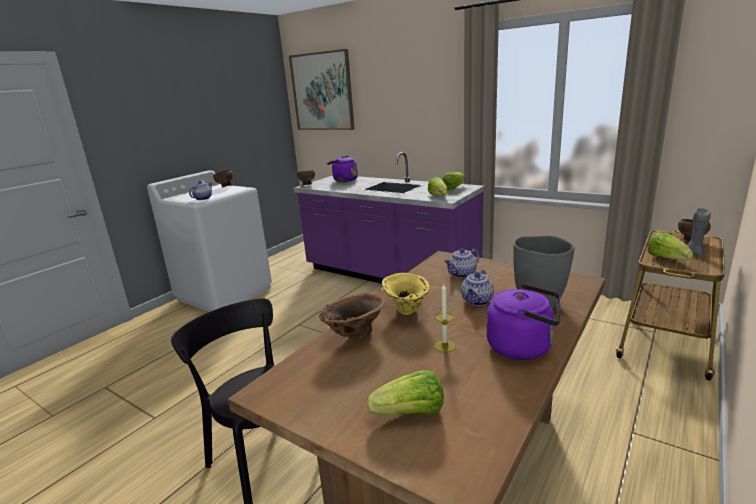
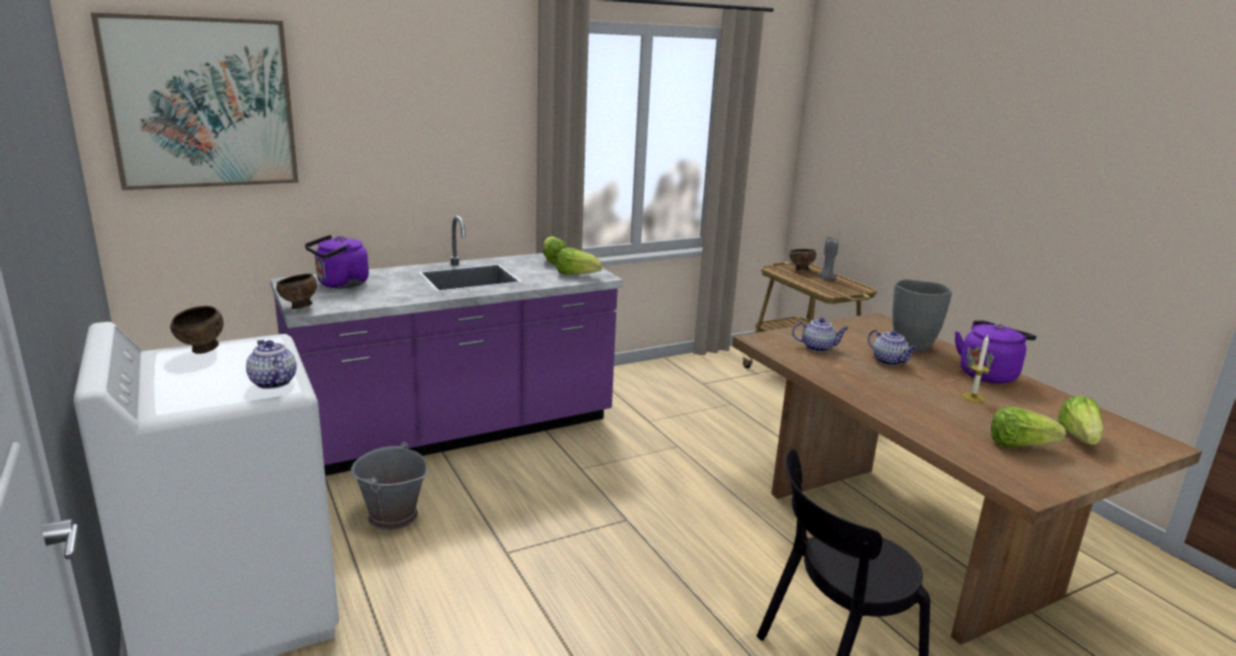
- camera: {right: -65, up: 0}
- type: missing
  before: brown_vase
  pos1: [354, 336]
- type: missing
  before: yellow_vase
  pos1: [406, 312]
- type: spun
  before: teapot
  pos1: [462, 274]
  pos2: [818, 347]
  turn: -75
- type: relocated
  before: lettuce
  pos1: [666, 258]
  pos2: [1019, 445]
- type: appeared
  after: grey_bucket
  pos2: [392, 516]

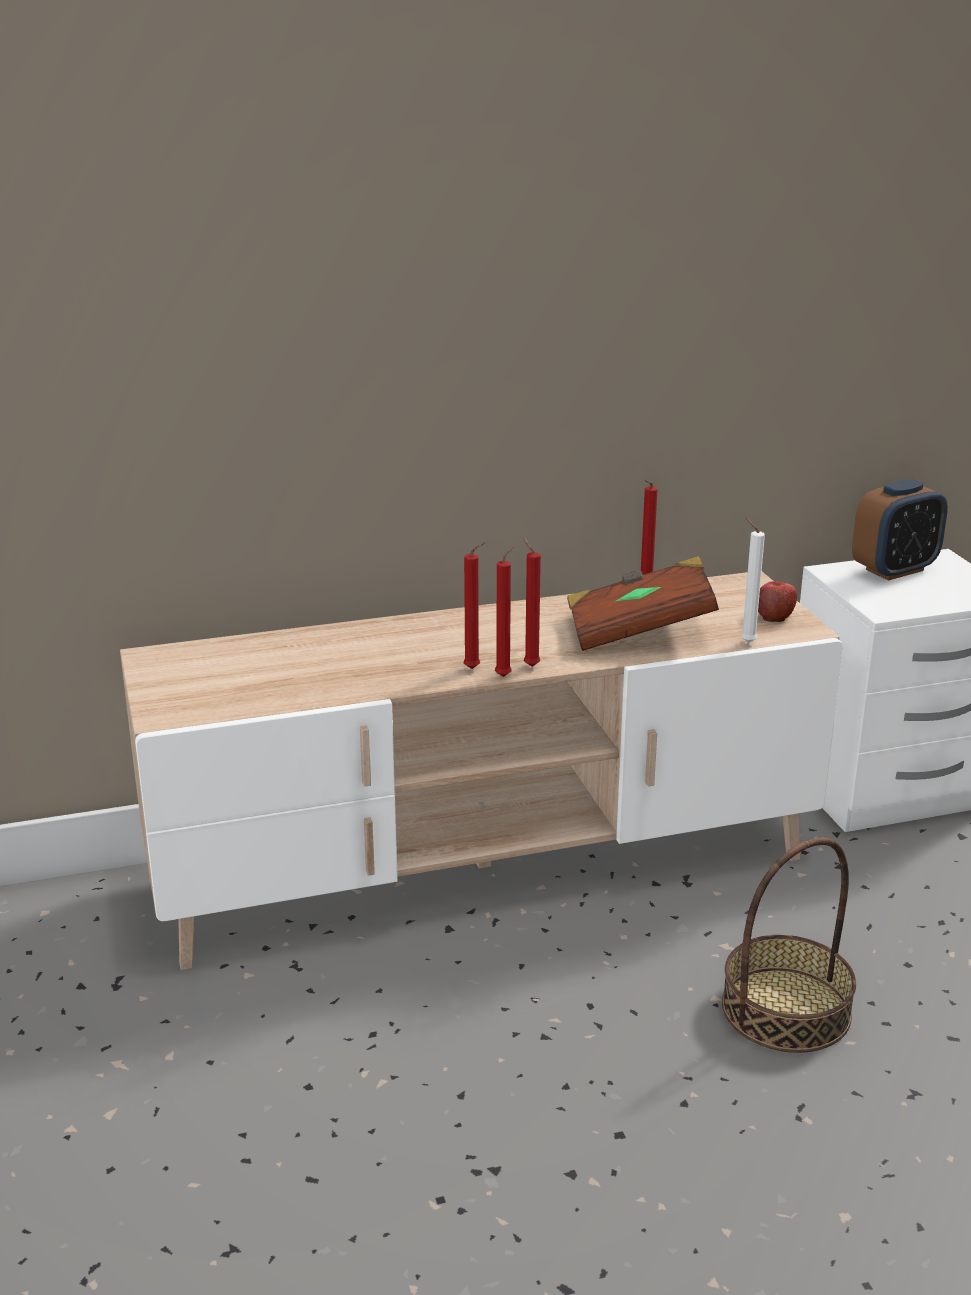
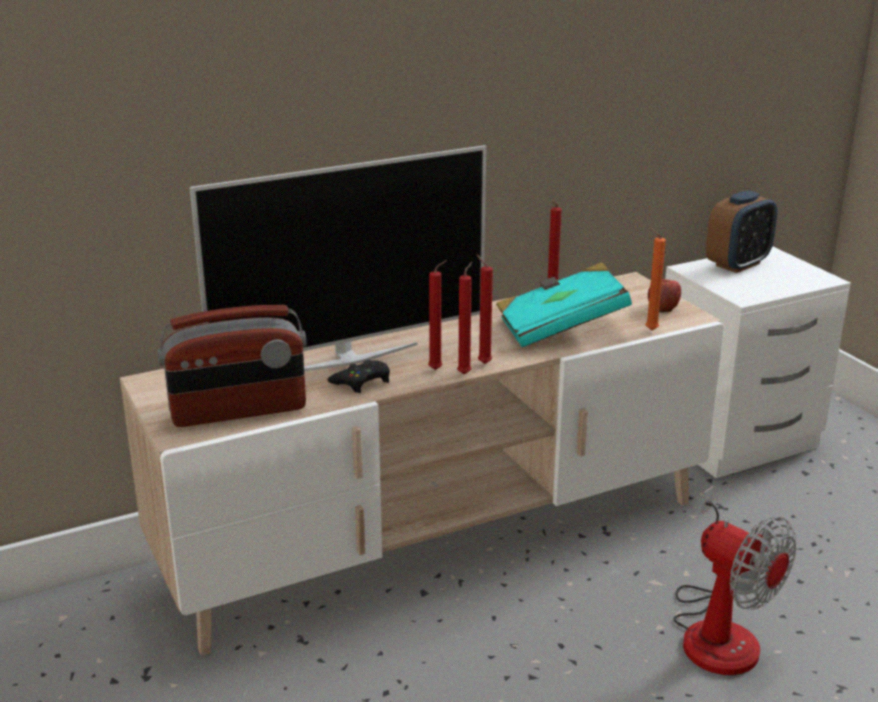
- camera: {right: -10, up: 0}
- type: colour
  before: brown_book
  after: turquoise_book
  pos1: [639, 631]
  pos2: [560, 328]
- type: exchanged
  before: basket
  after: fan
  pos1: [785, 1009]
  pos2: [718, 629]
- type: colour
  before: white_candle
  after: orange_candle
  pos1: [745, 642]
  pos2: [649, 330]
- type: appeared
  after: radio
  pos2: [238, 411]
- type: appeared
  after: television
  pos2: [348, 358]
- type: appeared
  after: black_game_controller
  pos2: [362, 381]

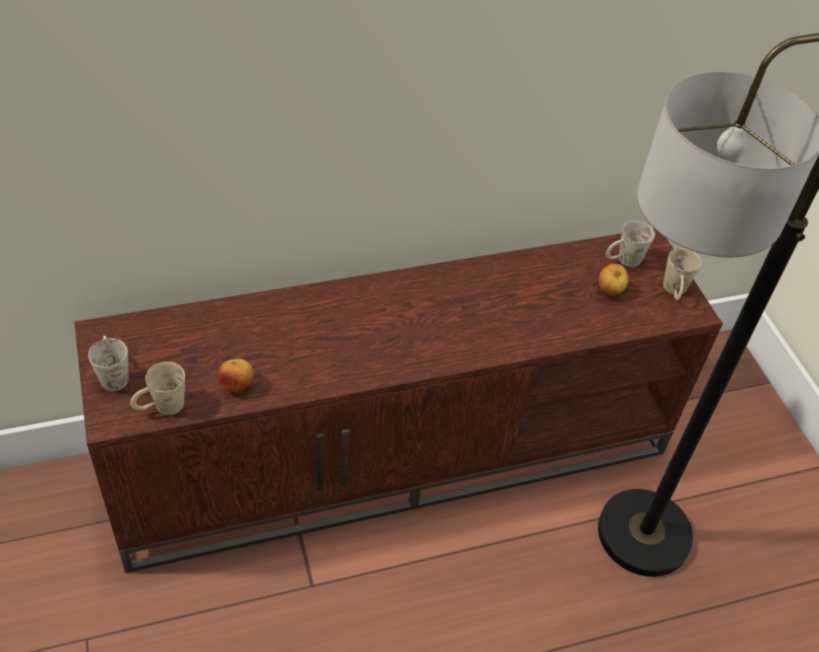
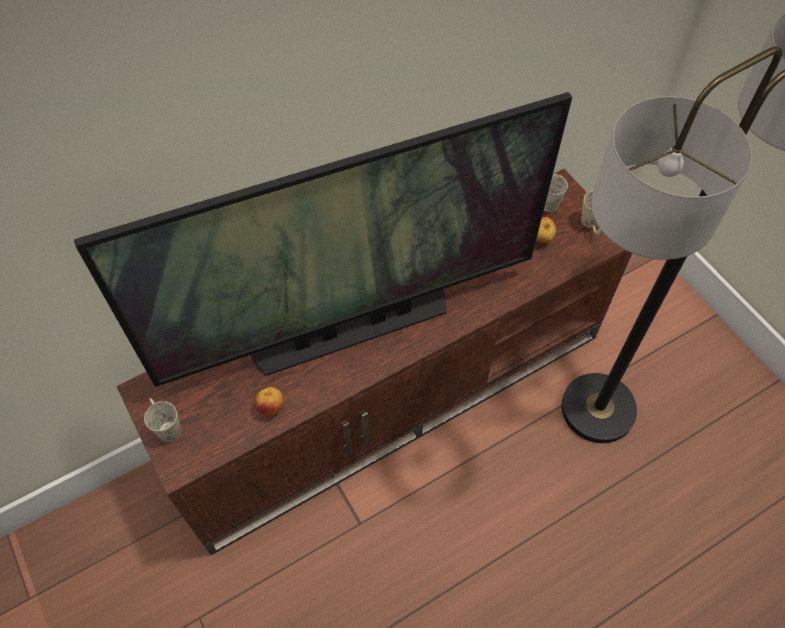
- camera: {right: -10, up: 10}
- type: missing
  before: beige_mug
  pos1: [161, 408]
- type: appeared
  after: television
  pos2: [350, 327]

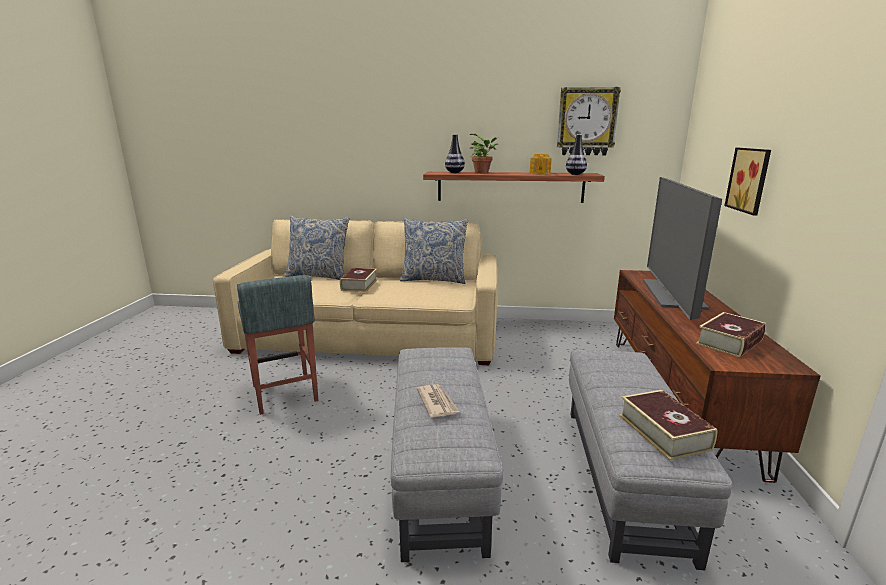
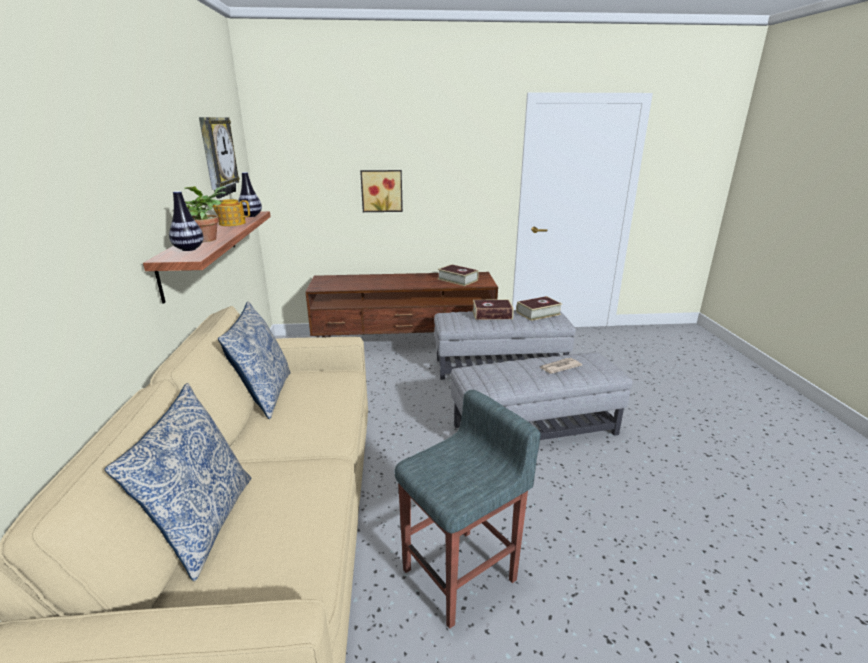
- camera: {right: -100, up: 5}
- type: relocated
  before: book
  pos1: [359, 285]
  pos2: [492, 314]
- type: missing
  before: television
  pos1: [672, 294]

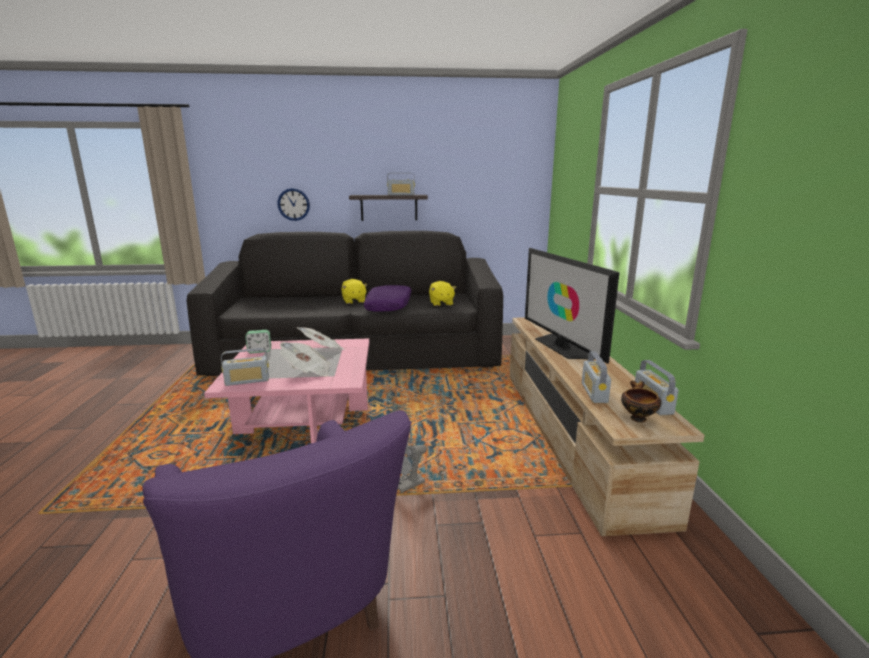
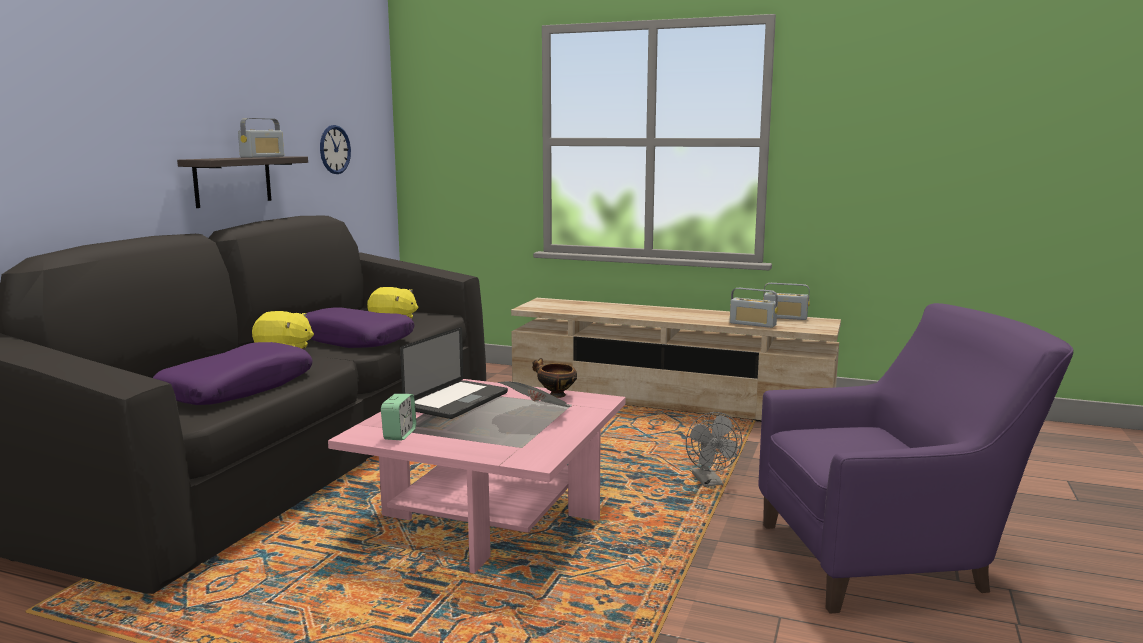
- camera: {right: -65, up: -5}
- type: missing
  before: radio
  pos1: [247, 381]
- type: relocated
  before: wall_clock
  pos1: [293, 204]
  pos2: [335, 149]
- type: exchanged
  before: newspaper
  after: laptop
  pos1: [322, 350]
  pos2: [457, 401]
- type: missing
  before: television
  pos1: [562, 347]
- type: relocated
  before: bowl
  pos1: [637, 418]
  pos2: [555, 395]
- type: appeared
  after: purple_pillow
  pos2: [237, 389]

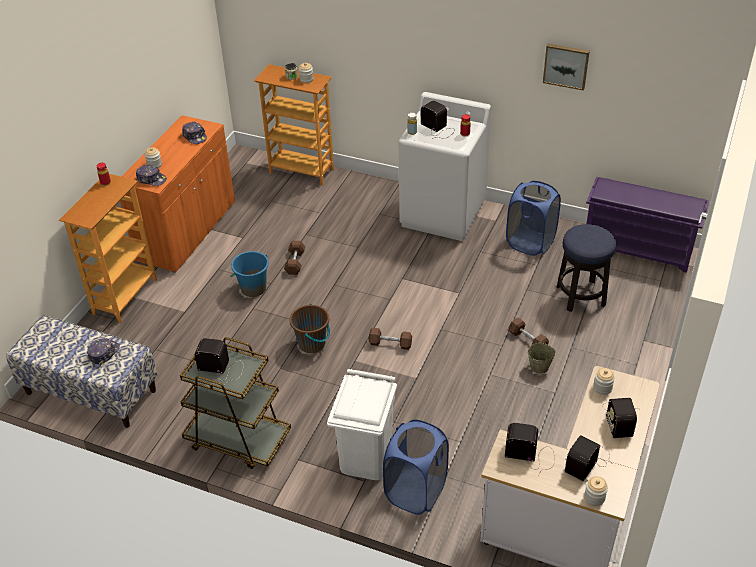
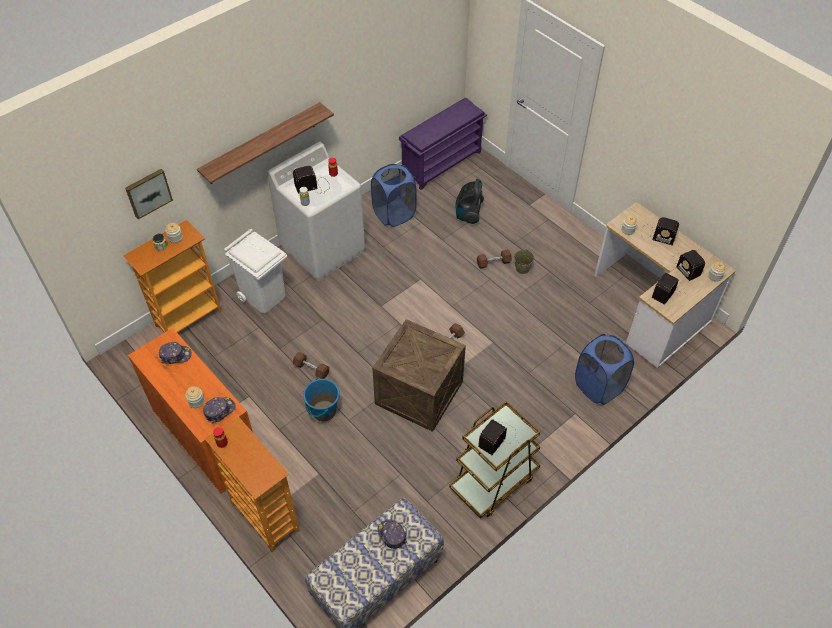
- camera: {right: -65, up: 10}
- type: exchanged
  before: brown_bucket
  after: crate
  pos1: [312, 344]
  pos2: [417, 393]
- type: relocated
  before: white_trash_can
  pos1: [366, 459]
  pos2: [264, 296]
- type: relocated
  before: picture
  pos1: [566, 65]
  pos2: [148, 192]
- type: exchanged
  before: stool
  after: vacuum_cleaner
  pos1: [580, 296]
  pos2: [468, 214]
- type: appeared
  after: shelf
  pos2: [262, 144]

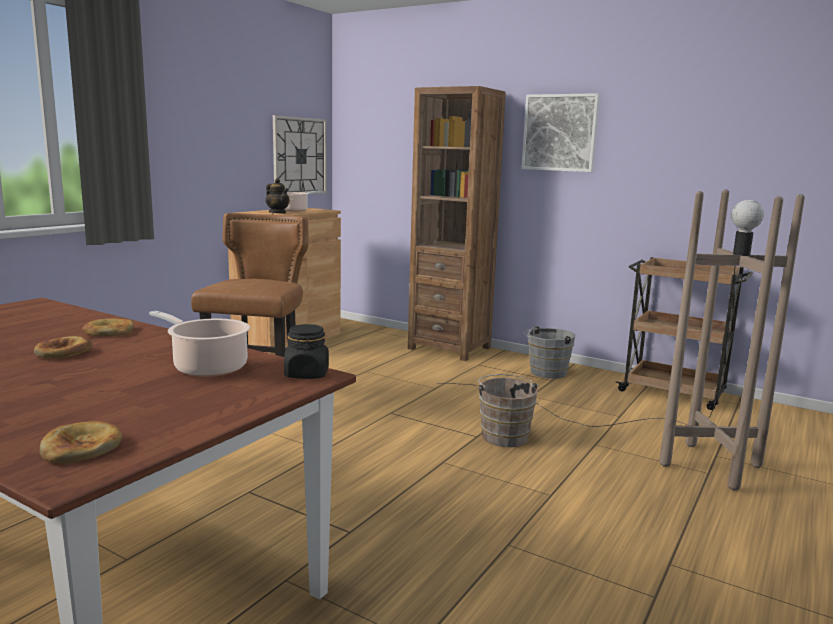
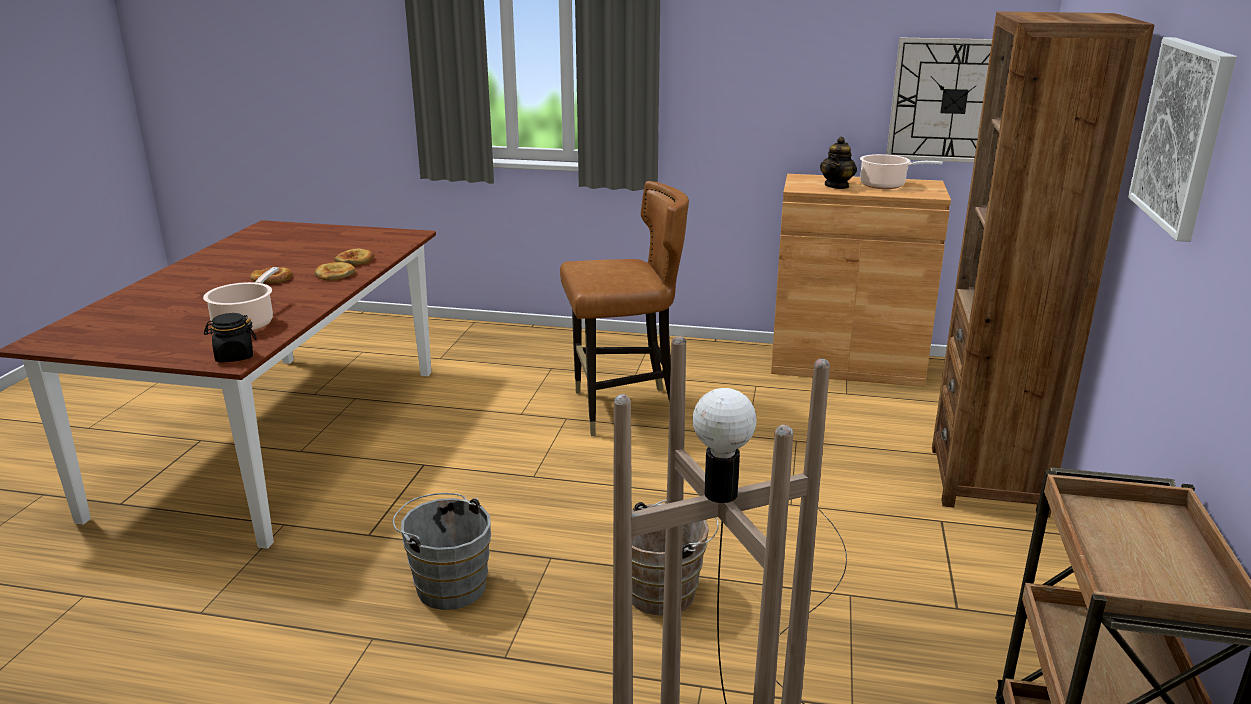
- camera: {right: 70, up: 10}
- type: relocated
  before: bread
  pos1: [82, 447]
  pos2: [355, 260]
- type: relocated
  before: grey_bucket
  pos1: [545, 373]
  pos2: [447, 585]

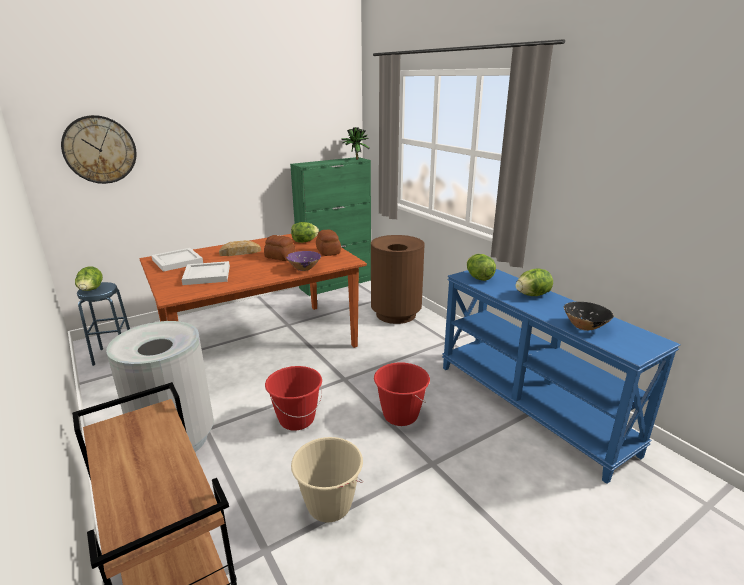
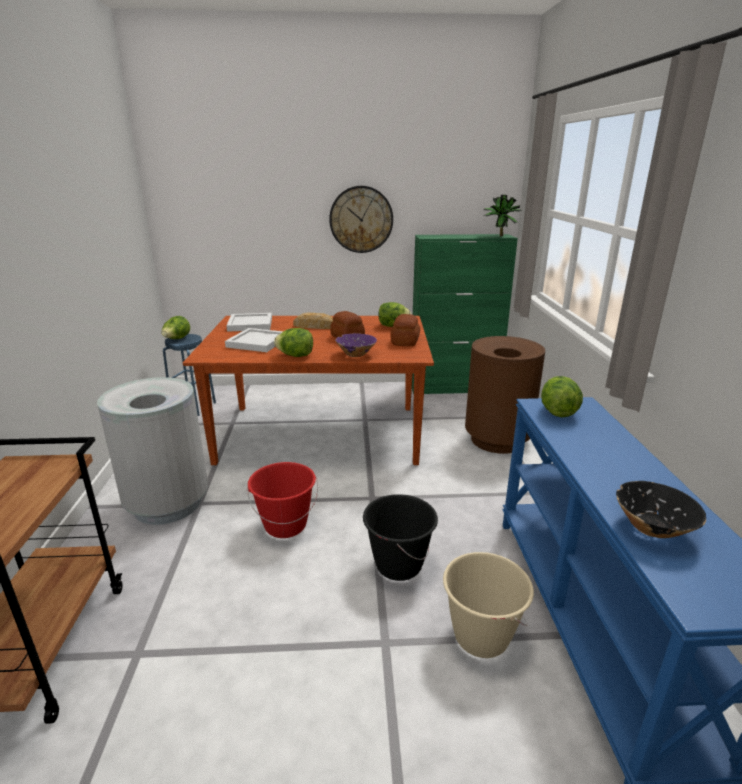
- camera: {right: 30, up: 0}
- type: relocated
  before: wall_clock
  pos1: [99, 150]
  pos2: [361, 219]
- type: relocated
  before: beige_bucket
  pos1: [329, 505]
  pos2: [480, 636]
- type: colour
  before: red_bucket
  after: black_bucket
  pos1: [400, 415]
  pos2: [398, 565]
- type: relocated
  before: lettuce
  pos1: [532, 295]
  pos2: [295, 356]

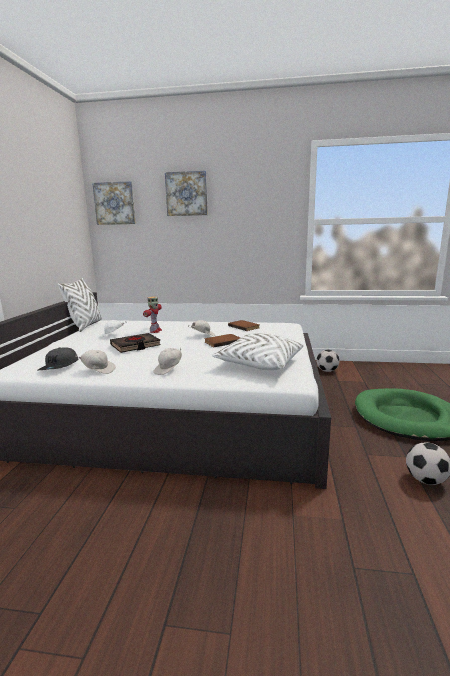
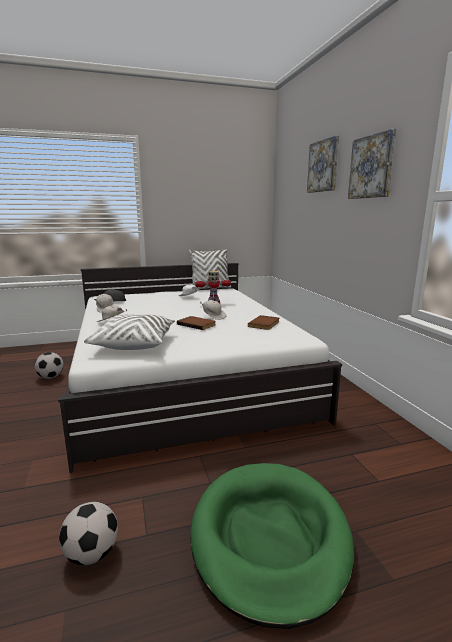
- camera: {right: 65, up: 0}
- type: relocated
  before: picture
  pos1: [115, 203]
  pos2: [372, 167]
- type: missing
  before: black_book
  pos1: [135, 346]
- type: relocated
  before: football
  pos1: [327, 371]
  pos2: [50, 377]

